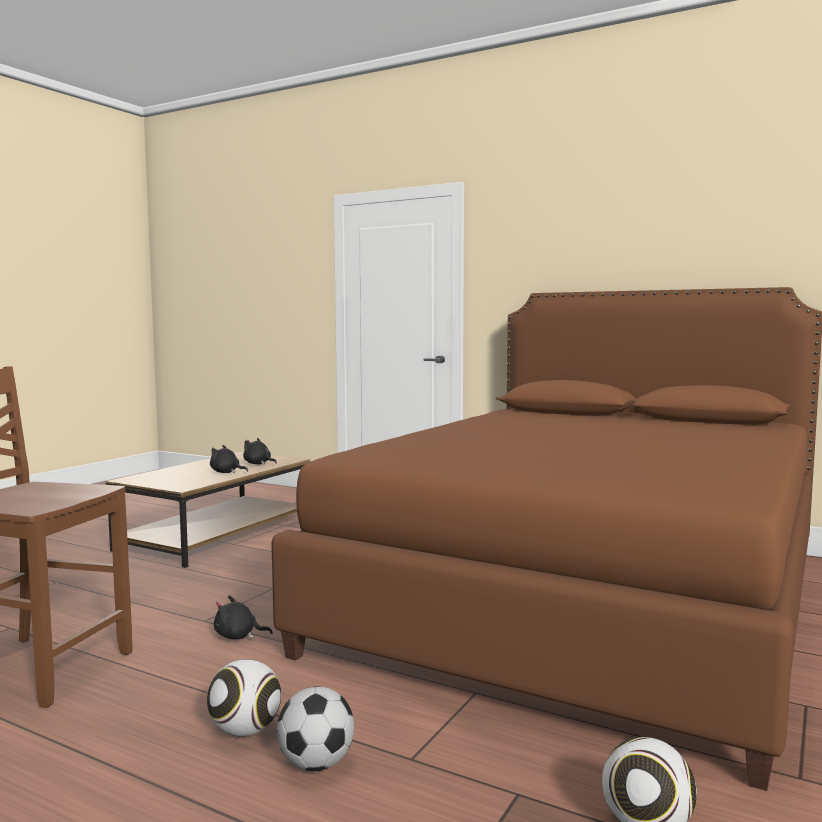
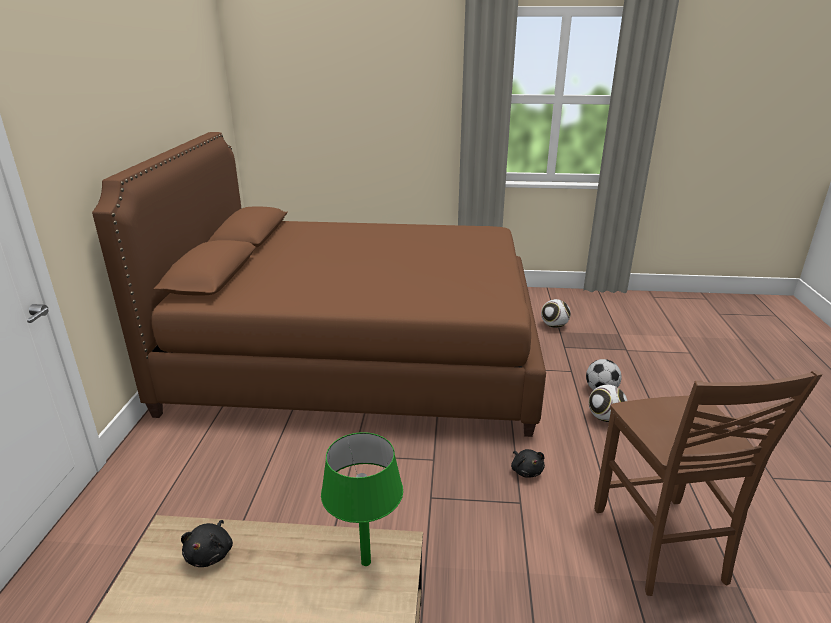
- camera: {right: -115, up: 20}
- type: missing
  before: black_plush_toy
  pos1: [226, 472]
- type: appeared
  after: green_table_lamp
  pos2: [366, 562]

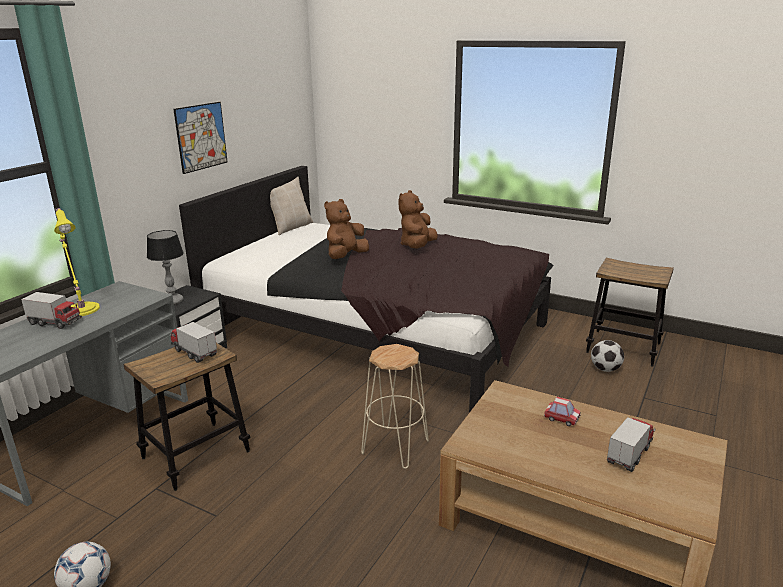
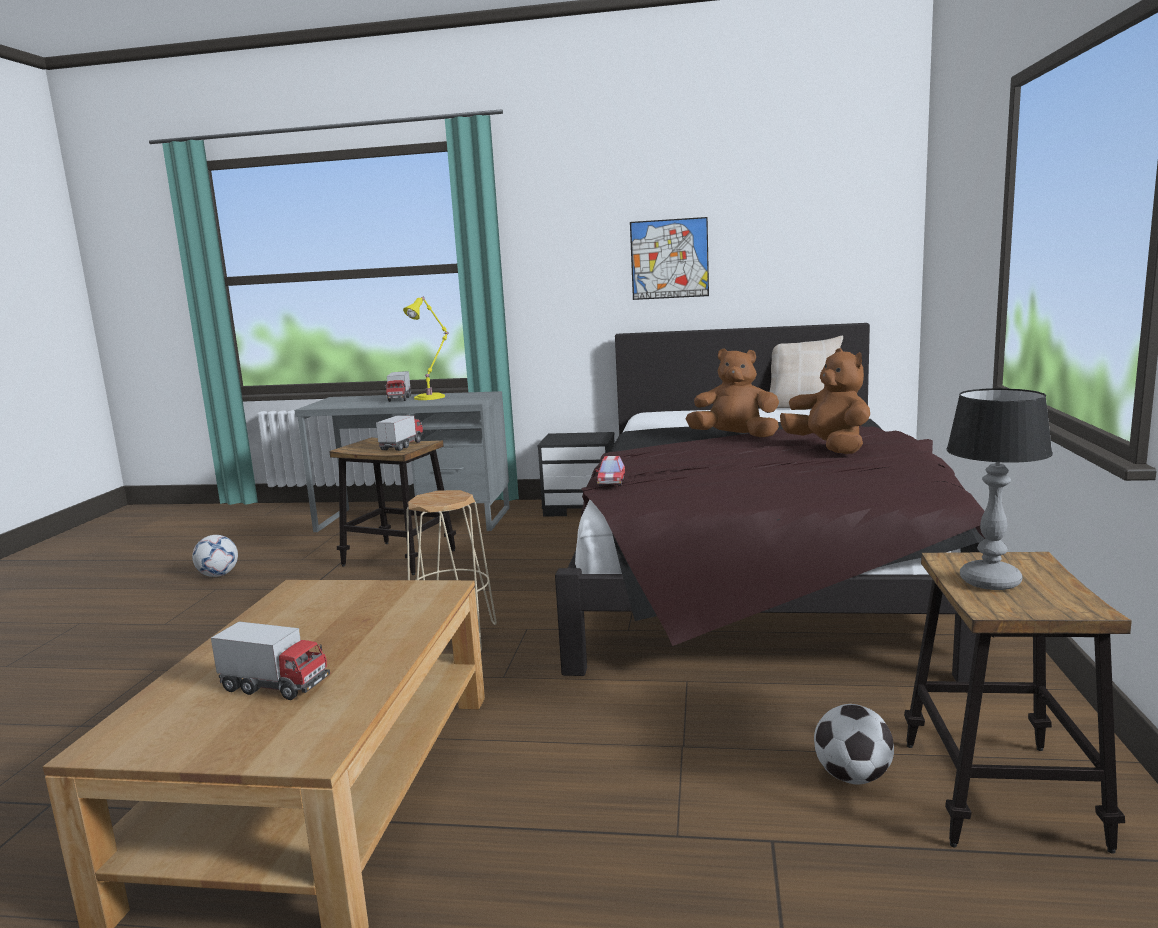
- camera: {right: 70, up: -10}
- type: relocated
  before: table_lamp
  pos1: [172, 301]
  pos2: [989, 581]
- type: spun
  before: brown_plush_toy
  pos1: [417, 246]
  pos2: [829, 448]
  turn: 60
- type: relocated
  before: toy_car
  pos1: [561, 418]
  pos2: [611, 482]

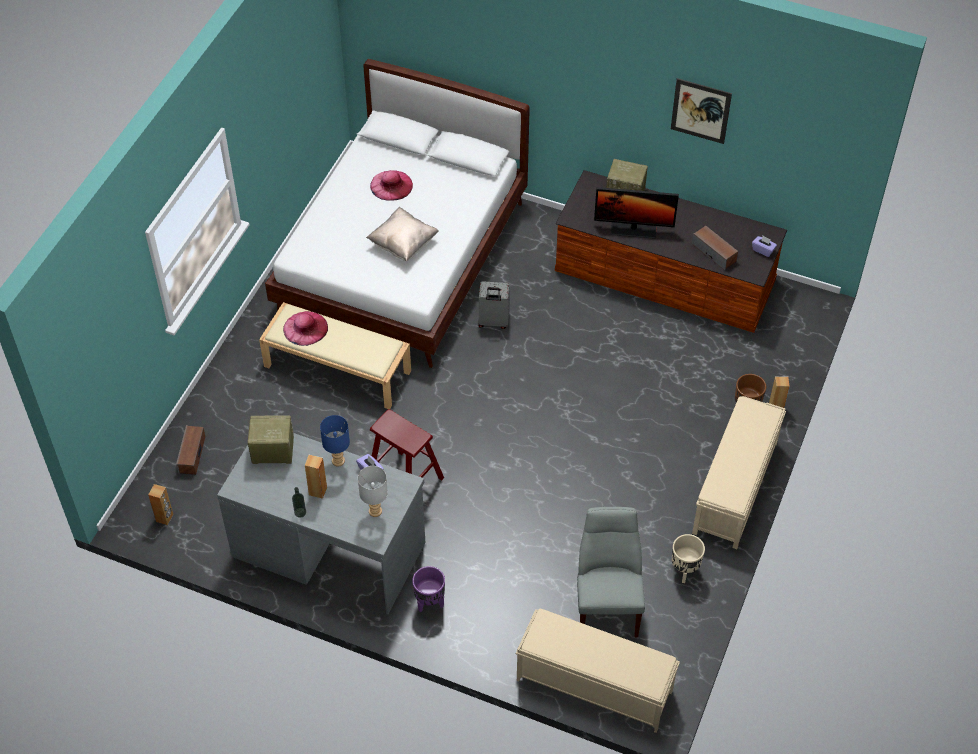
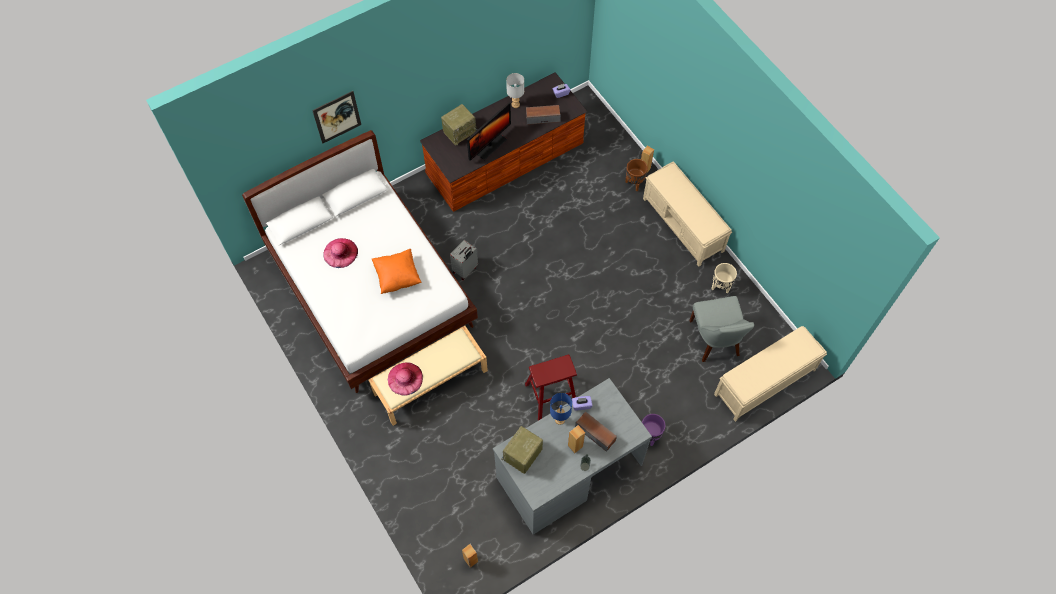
- camera: {right: -55, up: 10}
- type: relocated
  before: speaker
  pos1: [192, 454]
  pos2: [595, 433]
- type: relocated
  before: grey_table_lamp
  pos1: [375, 511]
  pos2: [516, 104]
- type: colour
  before: beige_pillow
  after: orange_pillow
  pos1: [403, 244]
  pos2: [397, 276]
- type: spun
  before: grey_chair
  pos1: [607, 603]
  pos2: [715, 340]
  turn: -135
- type: relocated
  before: picture
  pos1: [700, 111]
  pos2: [337, 117]

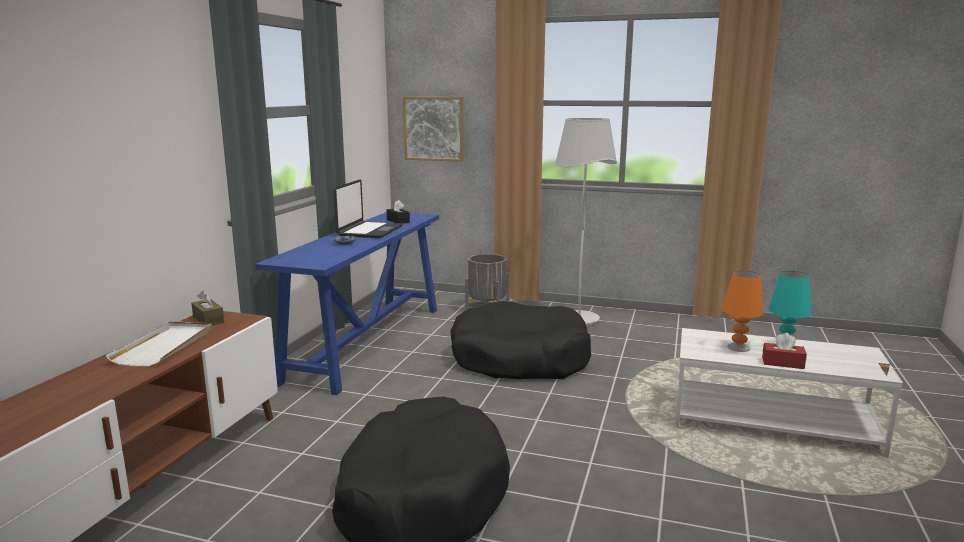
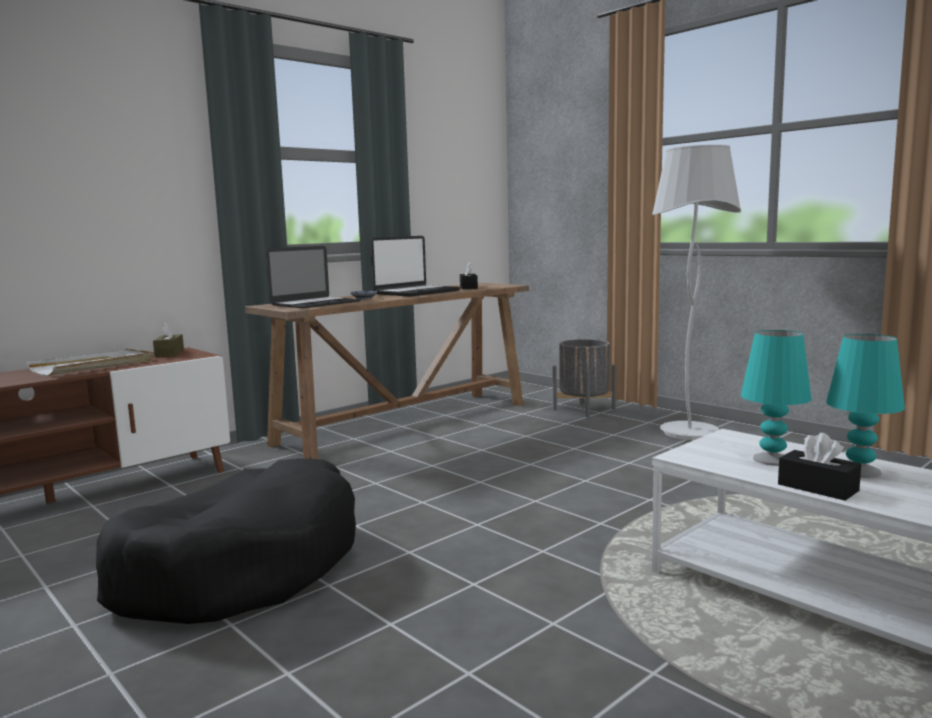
- camera: {right: 30, up: -5}
- type: colour
  before: blue_console_table
  after: brown_console_table
  pos1: [367, 342]
  pos2: [407, 423]
- type: missing
  before: picture
  pos1: [434, 128]
- type: missing
  before: black_dog_bed
  pos1: [519, 359]
- type: colour
  before: orange_table_lamp
  after: turquoise_table_lamp
  pos1: [738, 347]
  pos2: [772, 460]
- type: colour
  before: red_tissue_box
  after: black_tissue_box
  pos1: [782, 363]
  pos2: [817, 487]
- type: appeared
  after: laptop
  pos2: [315, 303]

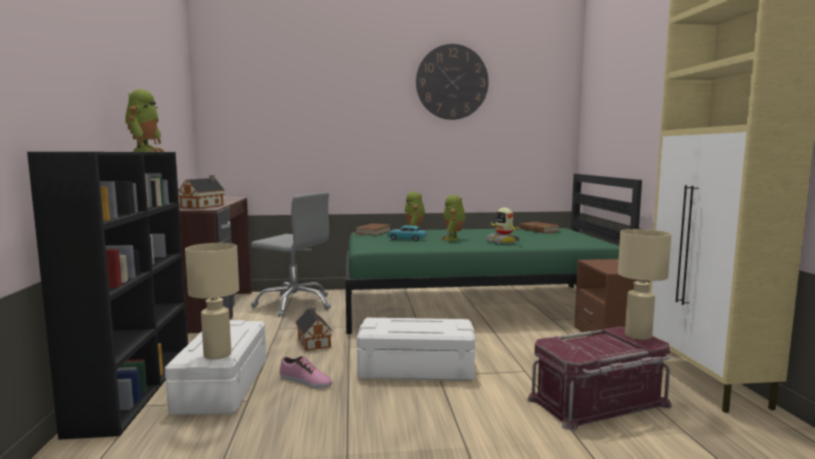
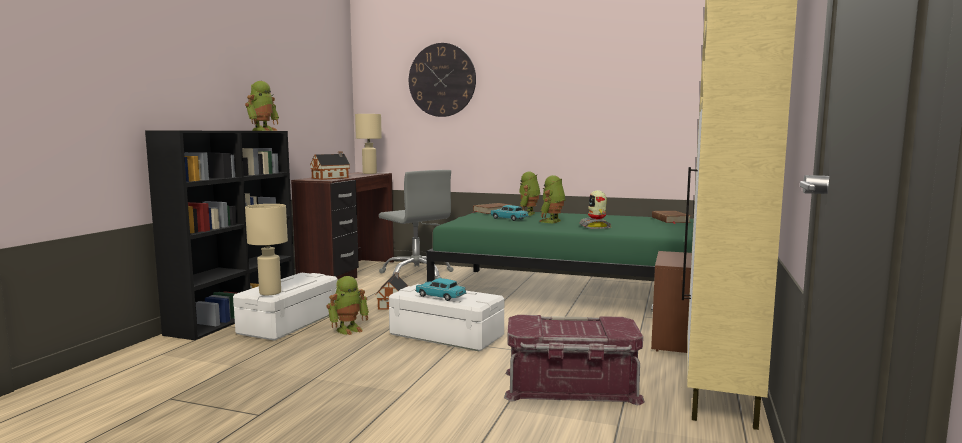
- camera: {right: 25, up: 0}
- type: exchanged
  before: shoe
  after: toy_robot
  pos1: [305, 381]
  pos2: [349, 329]
- type: relocated
  before: wall_clock
  pos1: [452, 82]
  pos2: [442, 80]
- type: relocated
  before: beige_table_lamp
  pos1: [639, 336]
  pos2: [369, 173]
- type: appeared
  after: turquoise_toy_car
  pos2: [440, 297]

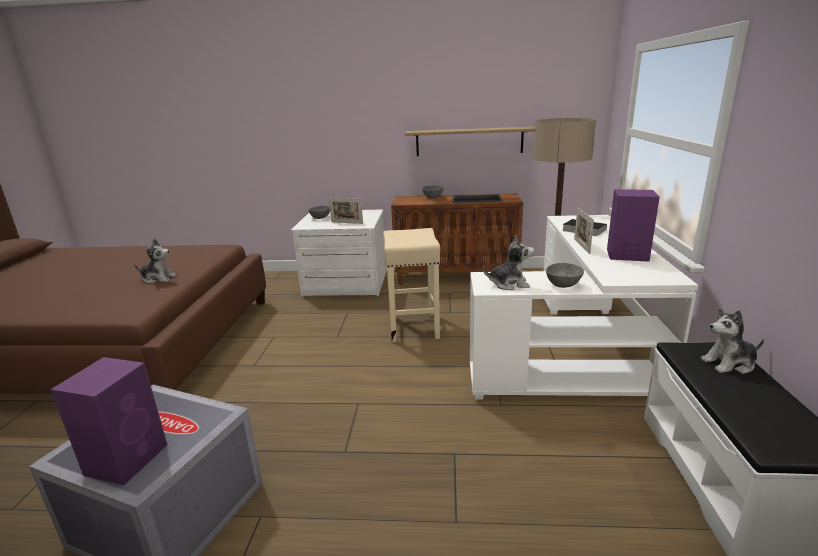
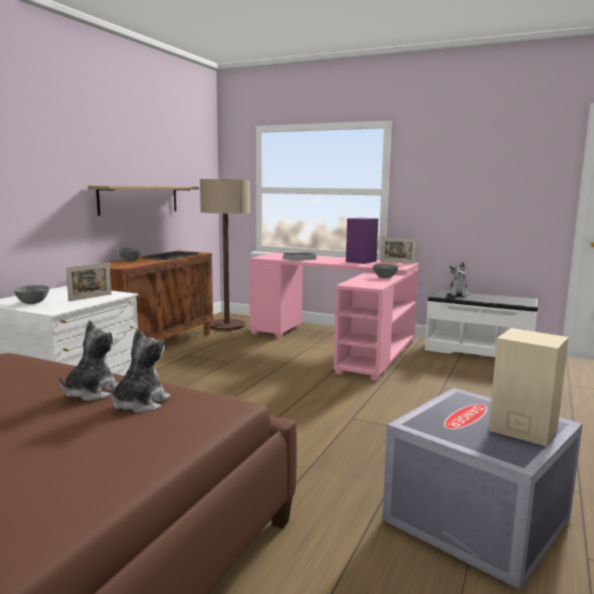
- camera: {right: -70, up: -10}
- type: colour
  before: purple_speaker
  after: beige_speaker
  pos1: [128, 458]
  pos2: [521, 429]
- type: missing
  before: beige_stool
  pos1: [413, 326]
- type: colour
  before: white_desk
  after: pink_desk
  pos1: [578, 350]
  pos2: [339, 344]
- type: relocated
  before: plush_toy
  pos1: [509, 284]
  pos2: [140, 404]
- type: relocated
  before: picture_frame
  pos1: [581, 246]
  pos2: [397, 262]

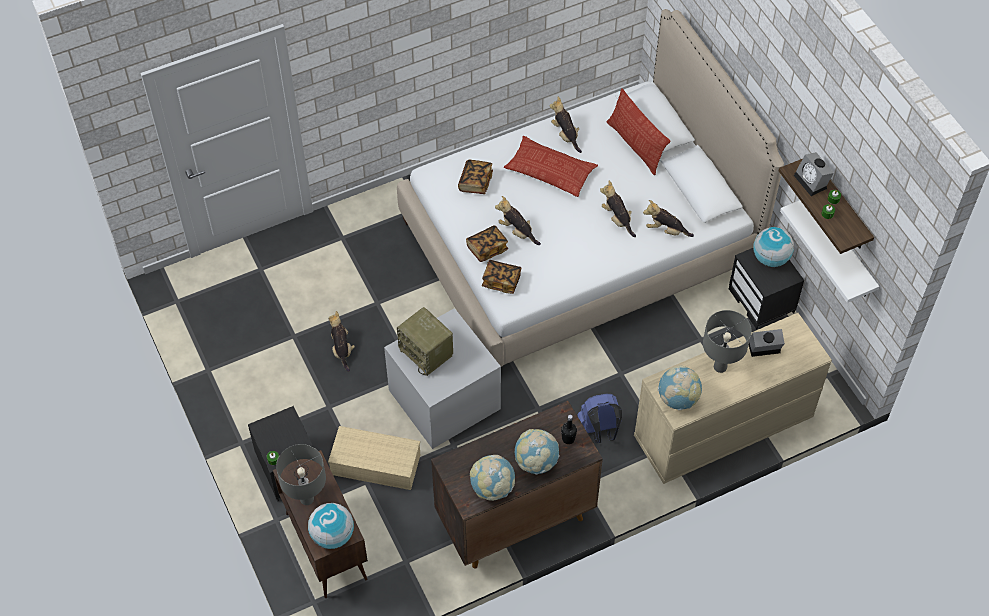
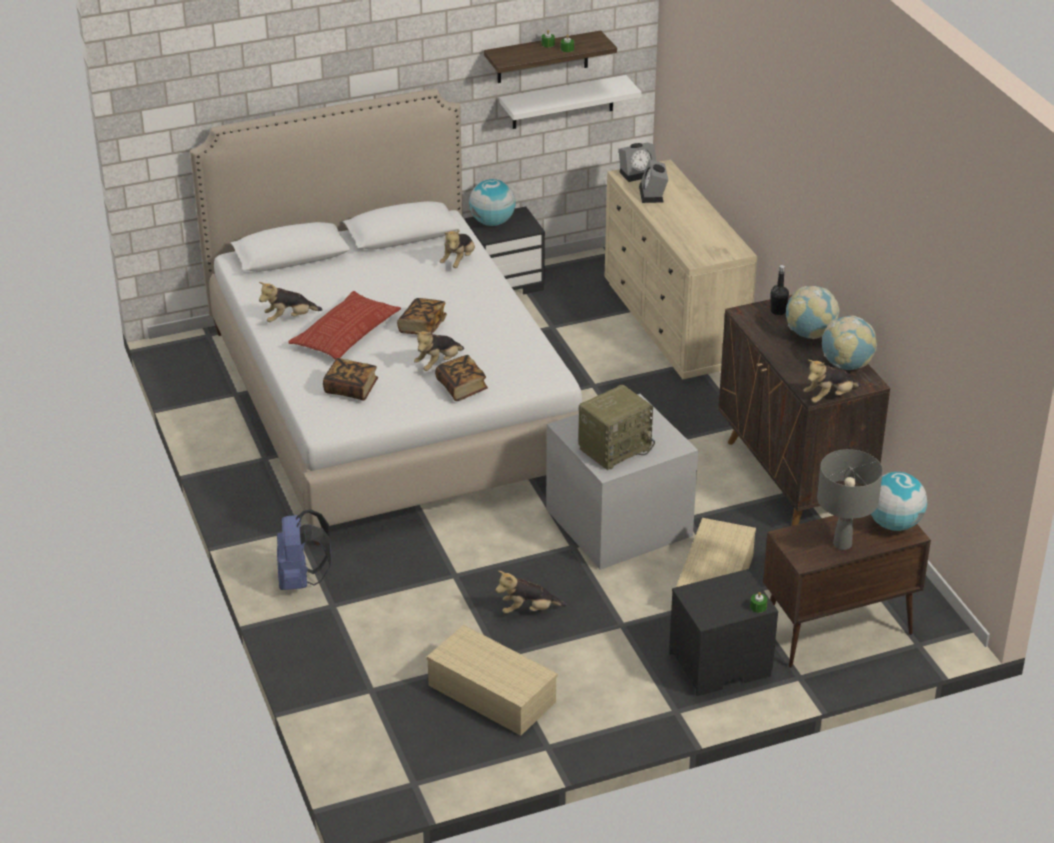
- camera: {right: -85, up: -20}
- type: relocated
  before: book
  pos1: [501, 281]
  pos2: [422, 326]
- type: relocated
  before: blue_backpack
  pos1: [599, 431]
  pos2: [301, 580]
- type: relocated
  before: plush_toy
  pos1: [617, 219]
  pos2: [829, 397]
- type: missing
  before: pillow
  pos1: [635, 145]
- type: missing
  before: globe
  pos1: [678, 399]
- type: missing
  before: grey_table_lamp
  pos1: [720, 367]
- type: relocated
  before: alarm_clock
  pos1: [812, 182]
  pos2: [638, 172]
- type: appeared
  after: beige_storage_box
  pos2: [489, 694]

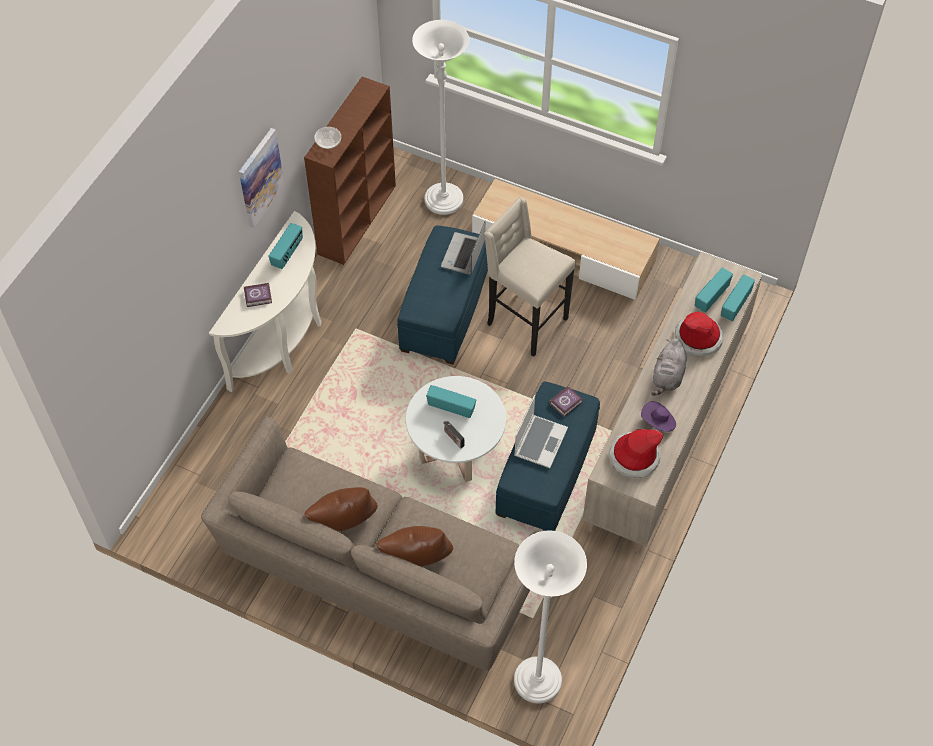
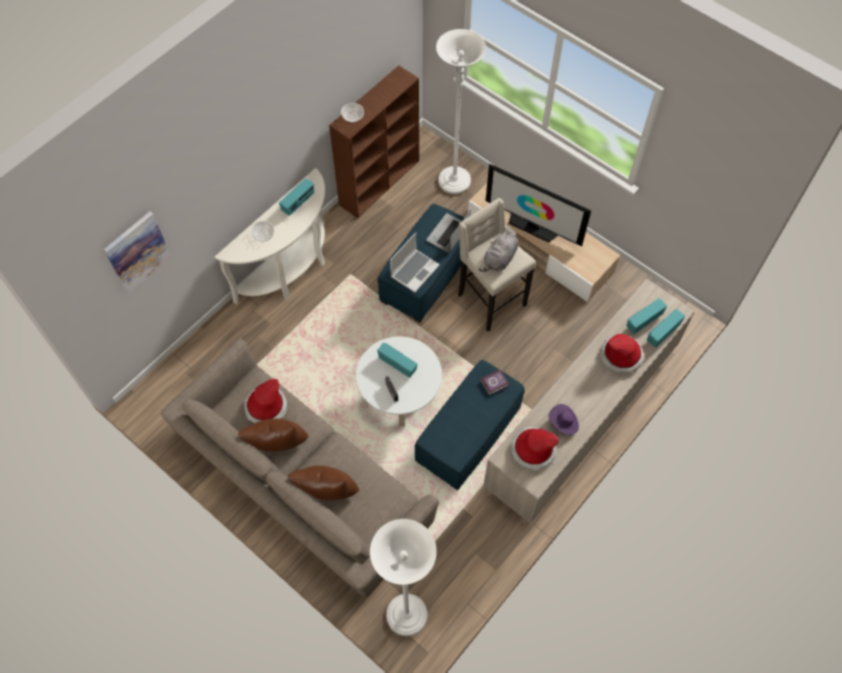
- camera: {right: 15, up: 5}
- type: relocated
  before: picture
  pos1: [260, 177]
  pos2: [137, 252]
- type: exchanged
  before: book
  after: bowl
  pos1: [259, 297]
  pos2: [263, 235]
- type: relocated
  before: laptop
  pos1: [540, 441]
  pos2: [414, 270]
- type: relocated
  before: grey_plush_toy
  pos1: [668, 376]
  pos2: [499, 259]
- type: appeared
  after: hat
  pos2: [266, 407]
- type: appeared
  after: television
  pos2: [533, 226]

